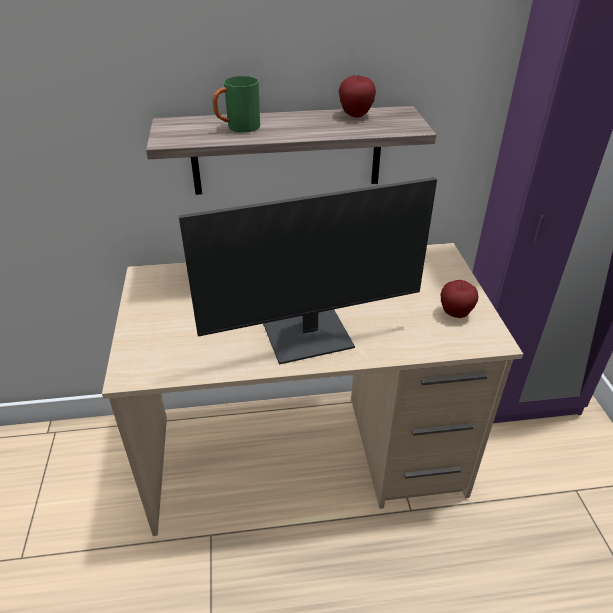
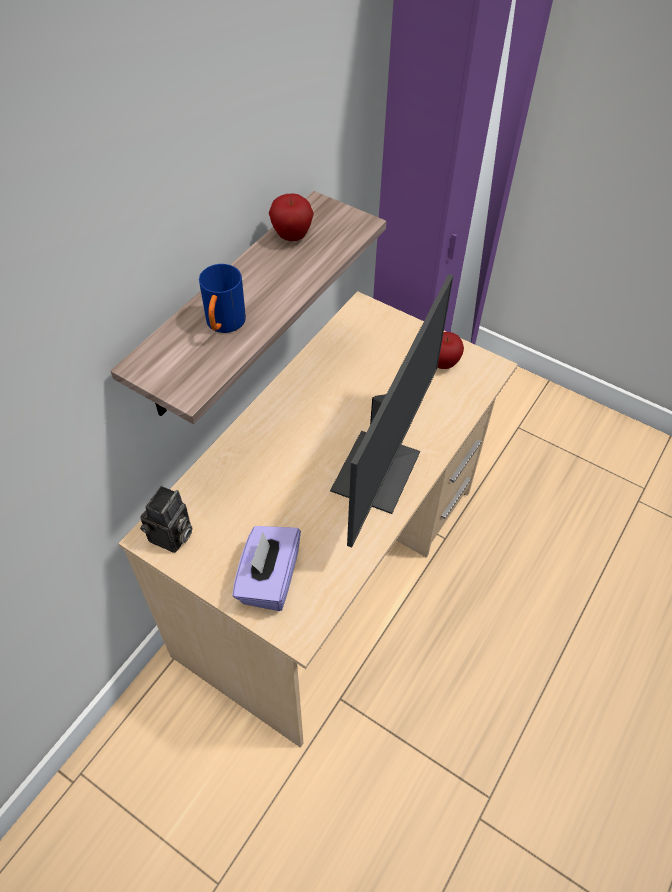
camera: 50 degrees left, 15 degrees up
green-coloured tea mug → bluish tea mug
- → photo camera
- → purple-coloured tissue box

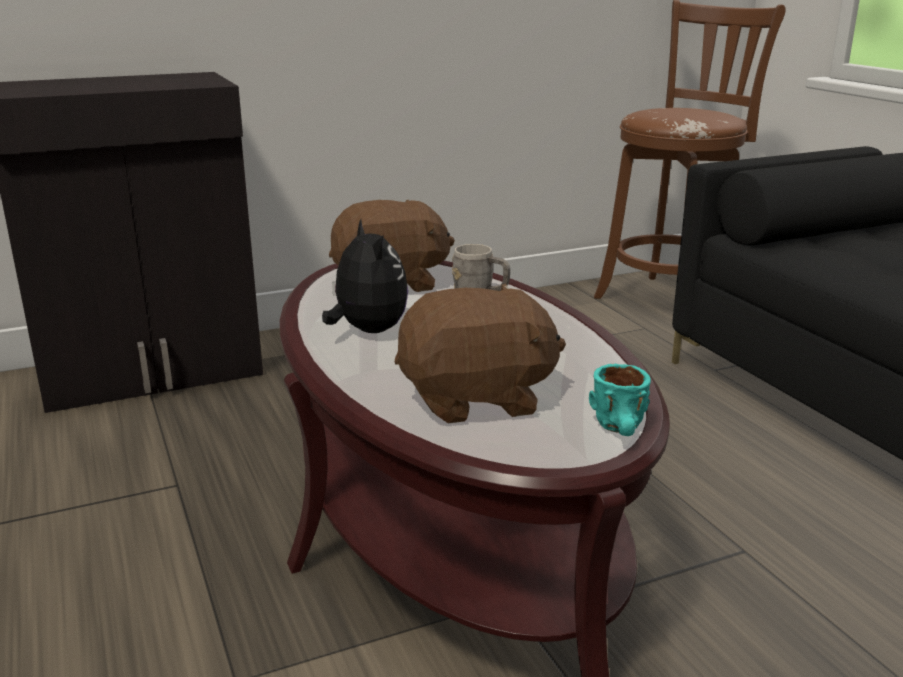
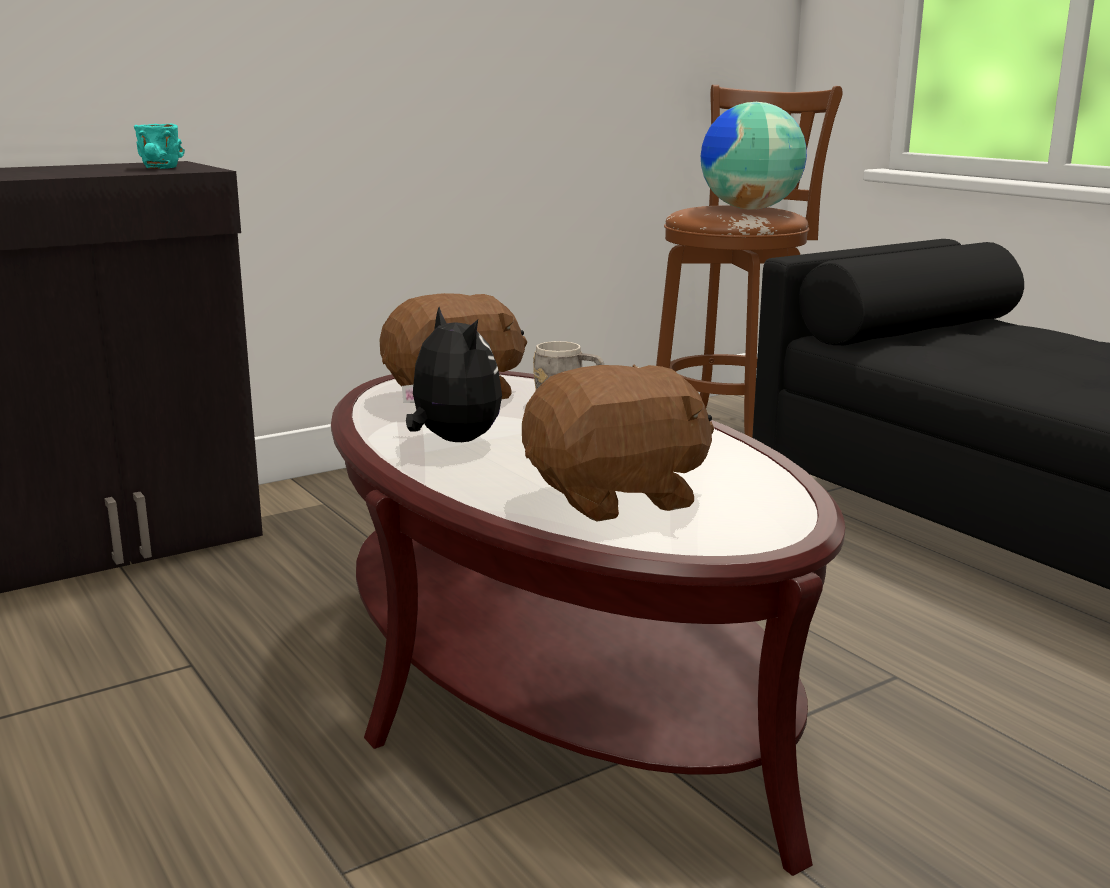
camera: 10 degrees left, 5 degrees down
turquoise-coloured tea mug, relocated
- → world globe

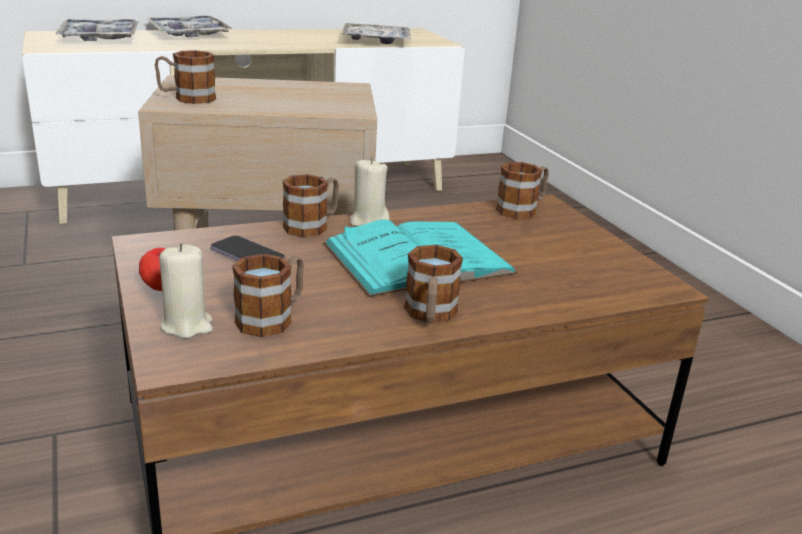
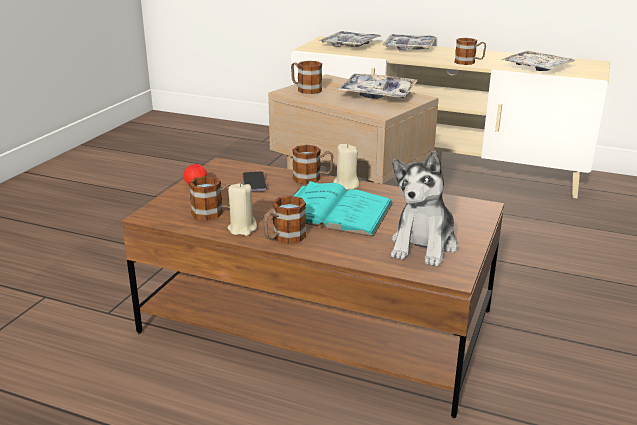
camera: 45 degrees right, 0 degrees up
sand-coloured wax light (no. 1 from left), relocated
tea mug (no. 5 from left), relocated
- → serving tray (no. 2 from left)
- → cuddly toy

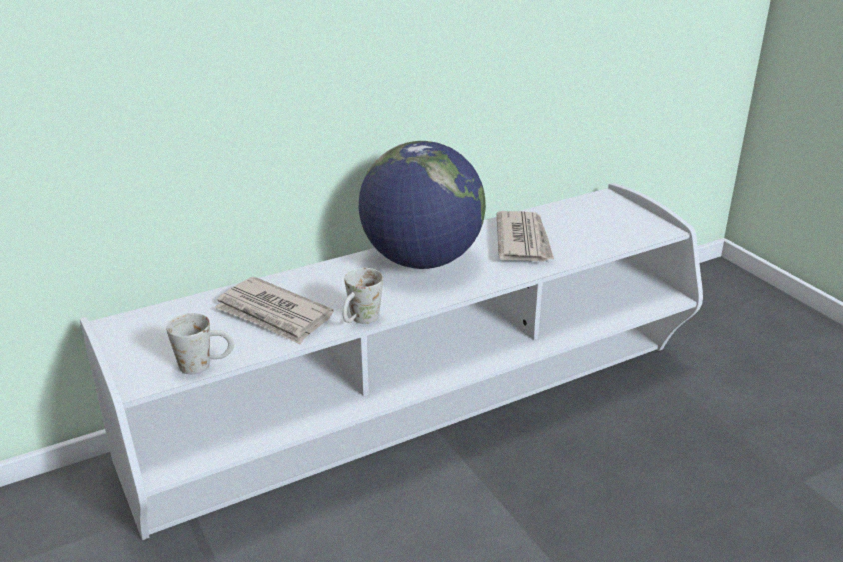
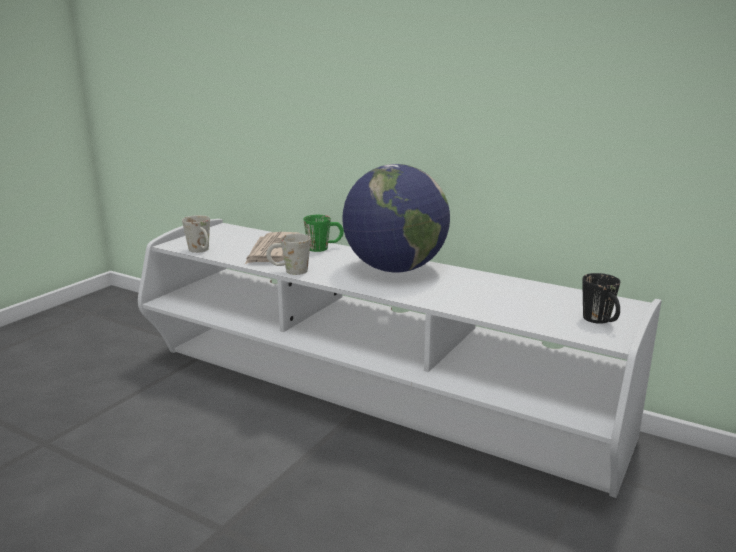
camera: 60 degrees right, 10 degrees down
printed paper (no. 2 from left) → -
- → green-coloured tea mug
- → black-coloured tea mug

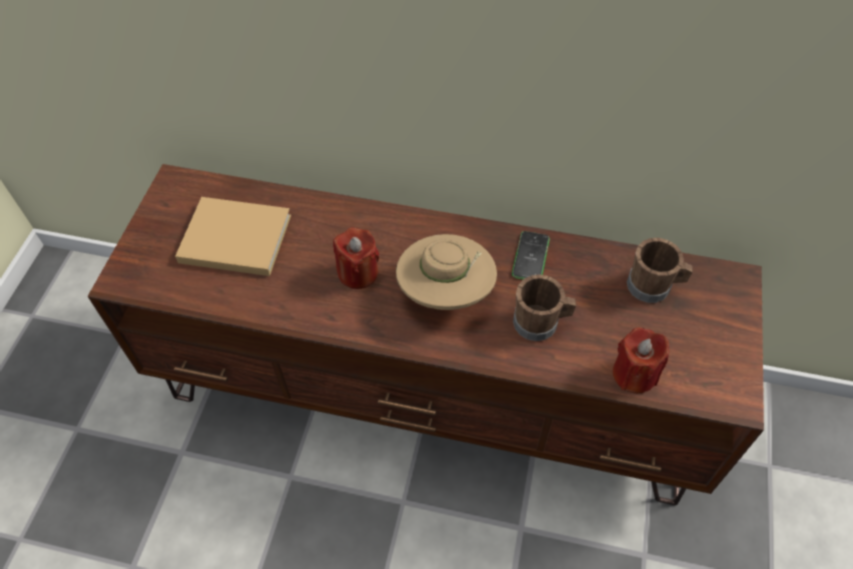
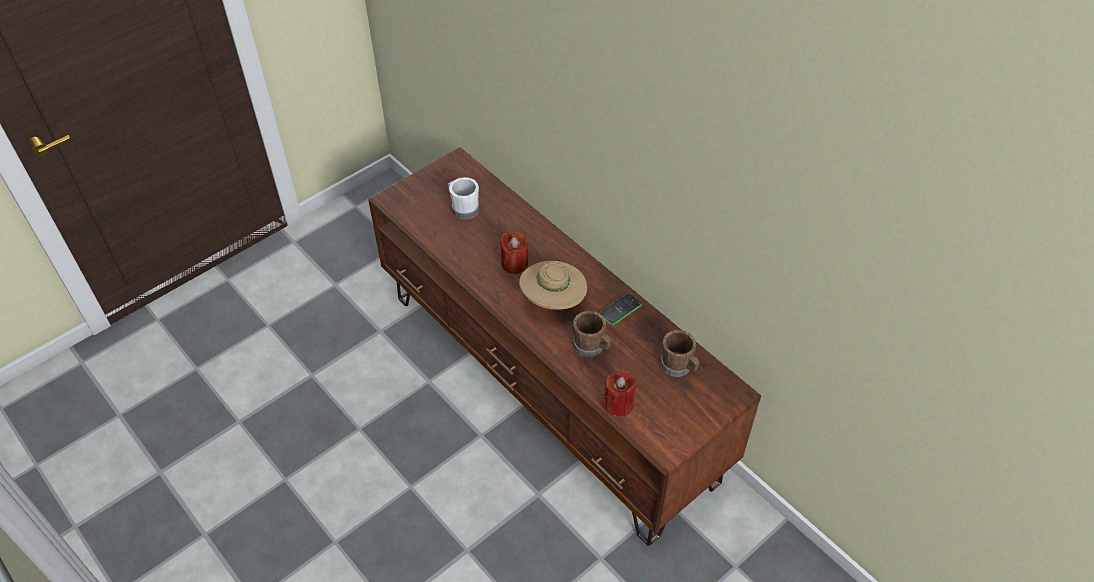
camera: 35 degrees right, 5 degrees down
sand-coloured book → white tea mug

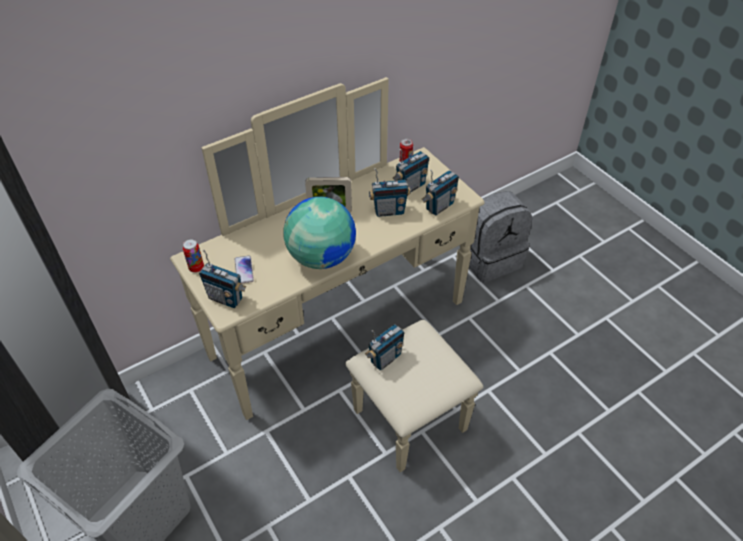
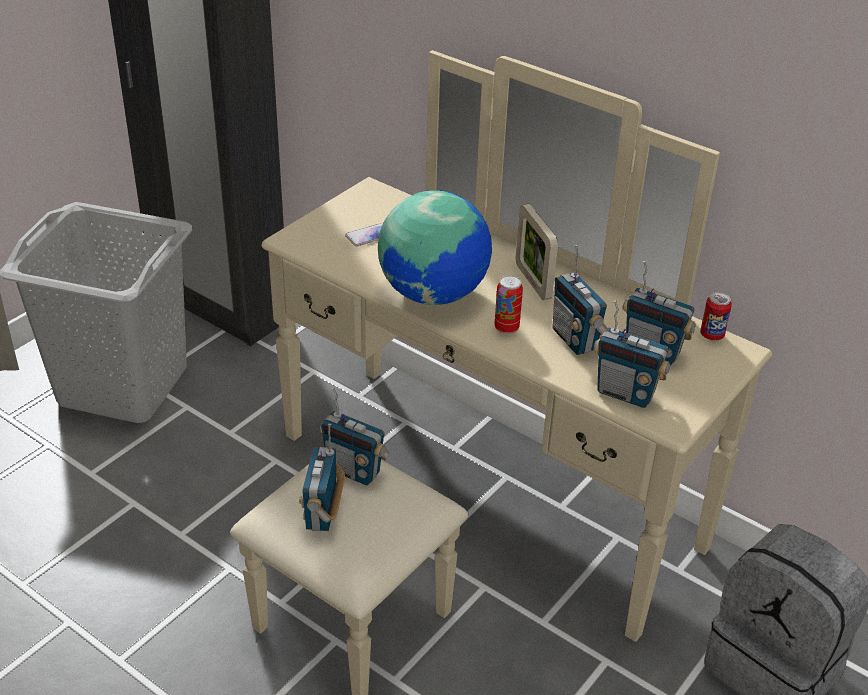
camera: 70 degrees right, 10 degrees down
can (no. 1 from left), relocated
radio receiver (no. 1 from left), relocated

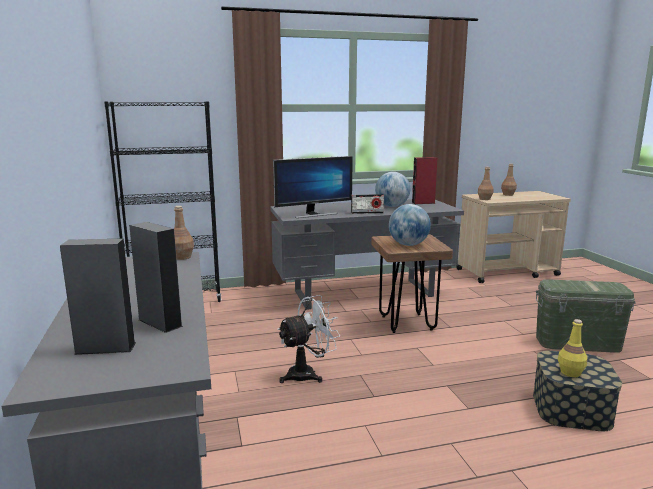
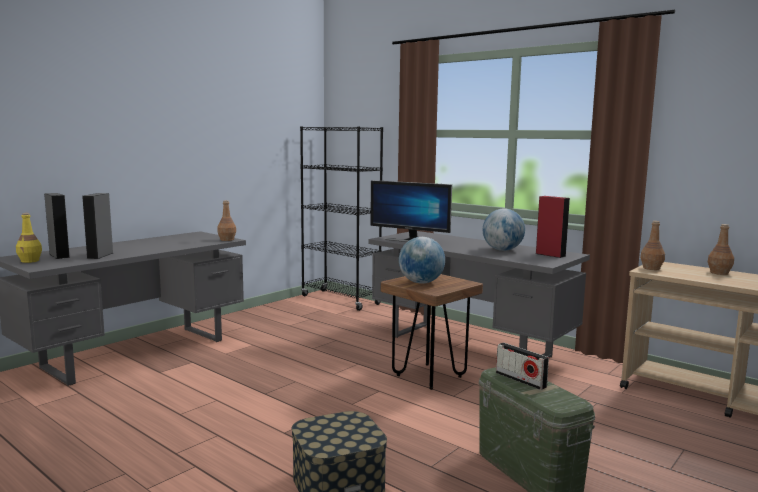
camera: 55 degrees right, 5 degrees down
white electric fan → -
radio receiver, relocated
yellow-coloured beverage bottle, relocated

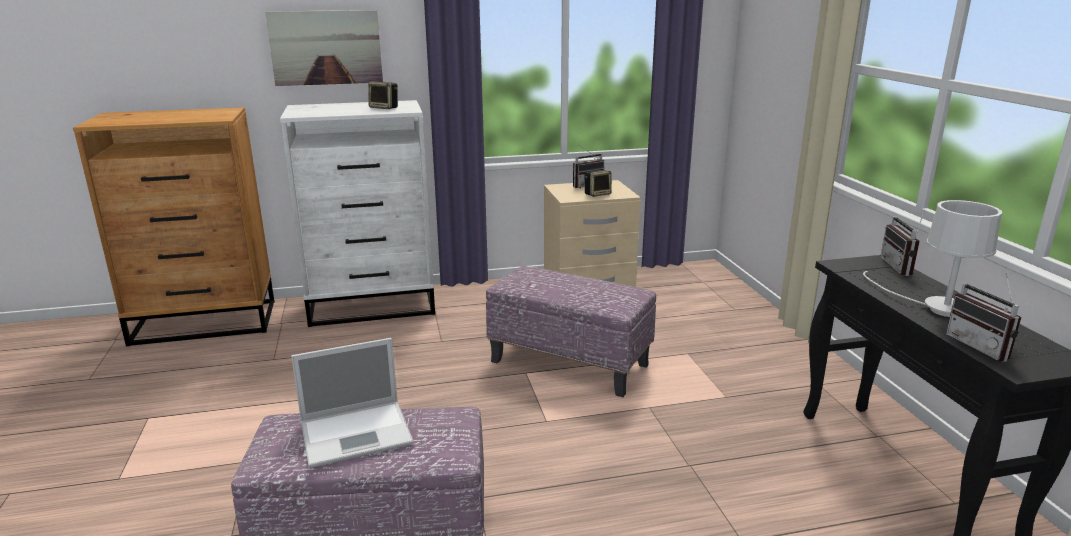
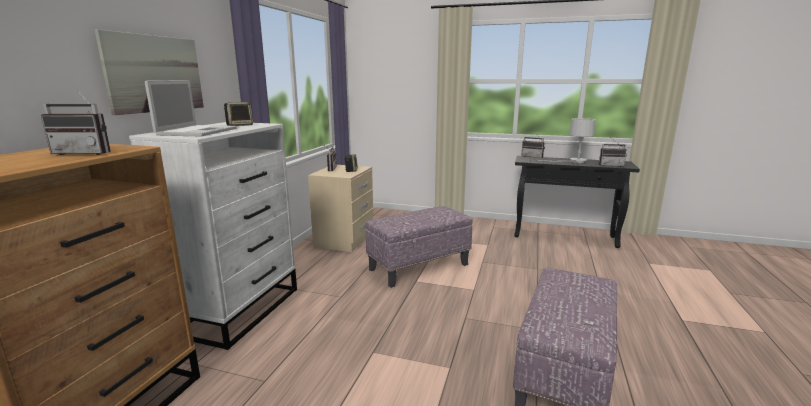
camera: 60 degrees left, 5 degrees down
portable computer, relocated
- → radio receiver (no. 1 from left)

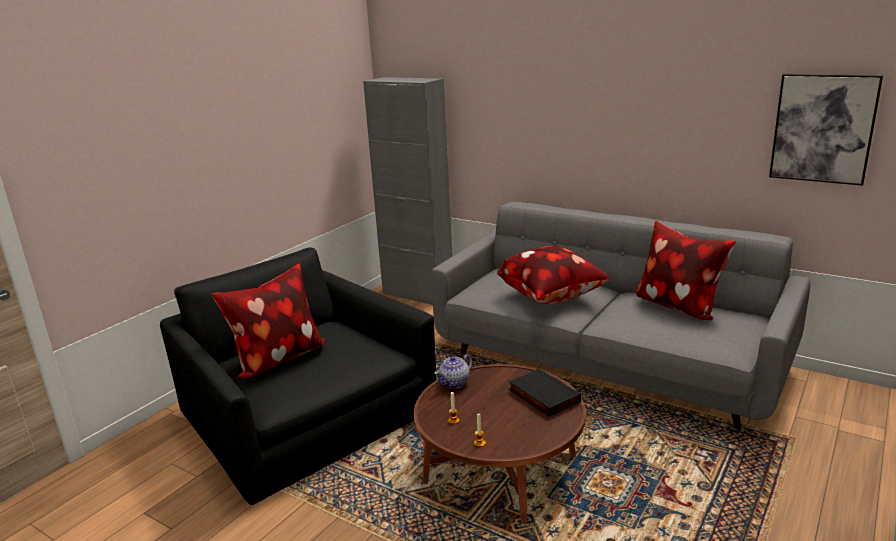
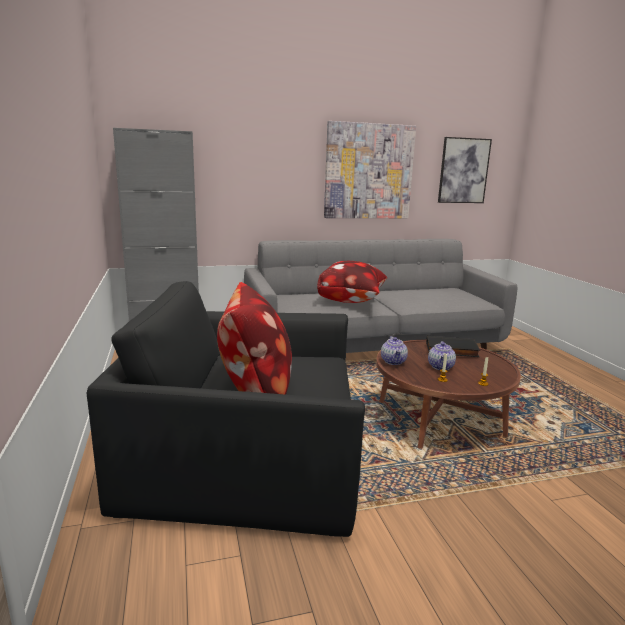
camera: 50 degrees left, 5 degrees down
pillow (no. 3 from left) → -
- → wall art (no. 1 from left)
- → tea pot (no. 2 from left)

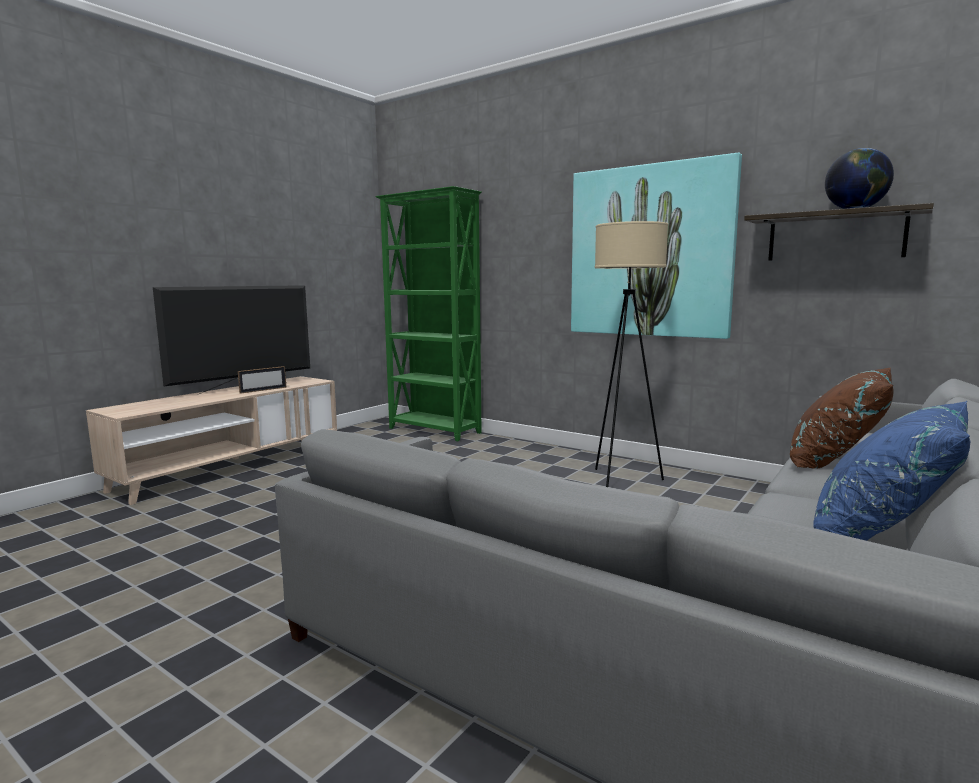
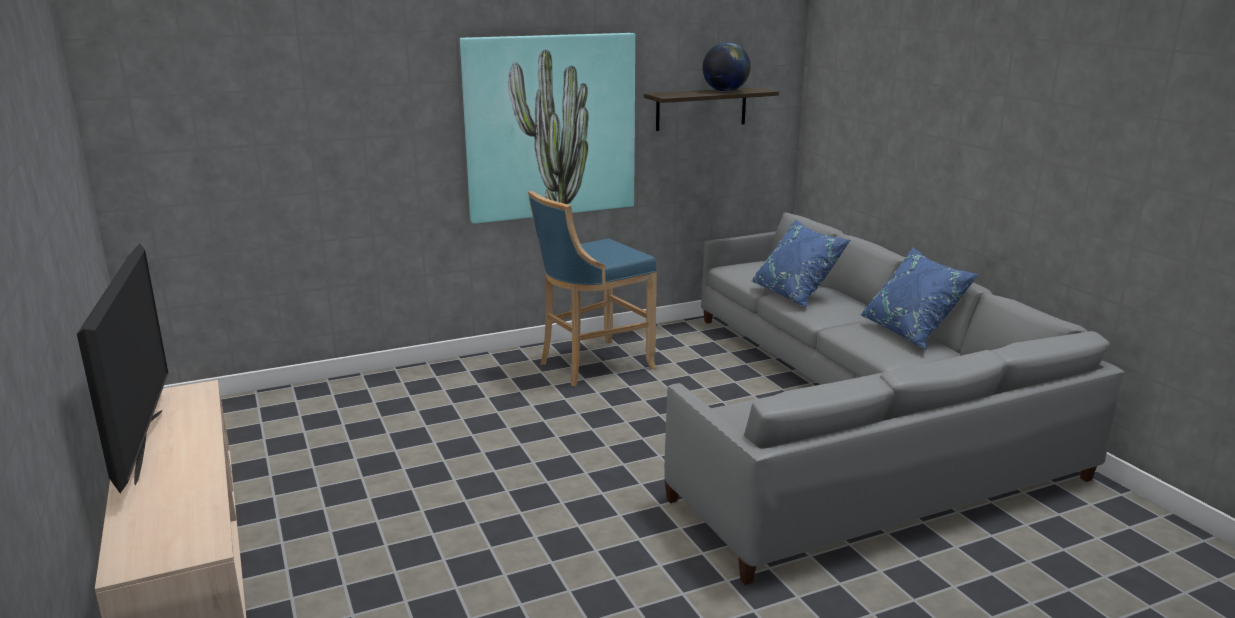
camera: 60 degrees left, 10 degrees up
photo frame → -
green-coloured bookshelf → -
sand-coloured standard lamp → bluish stool seat
brownish pillow → bluish pillow (no. 1 from left)

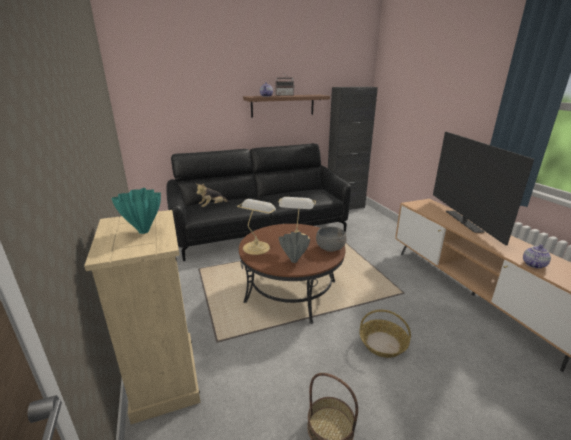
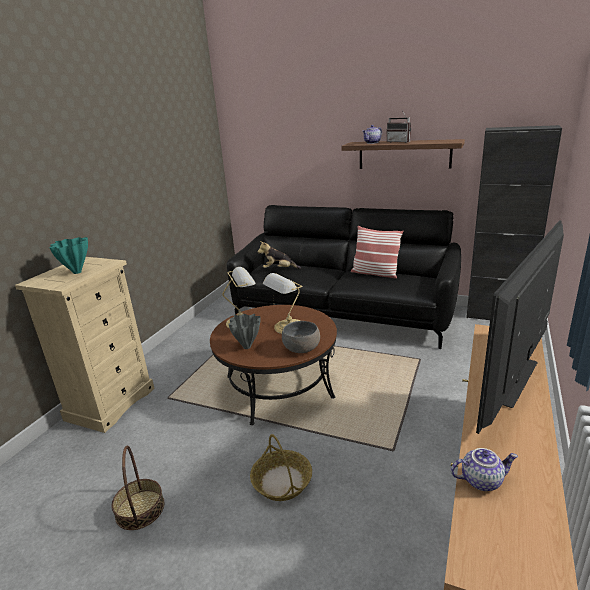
camera: 45 degrees right, 0 degrees up
- → pillow

